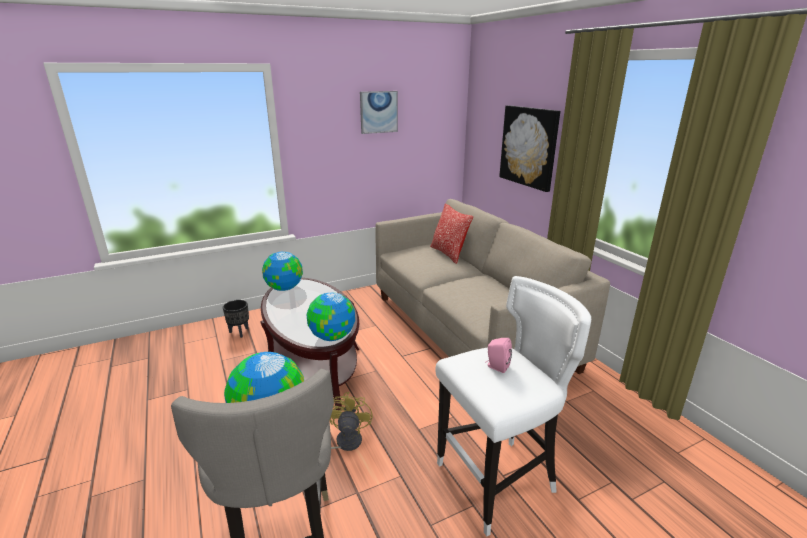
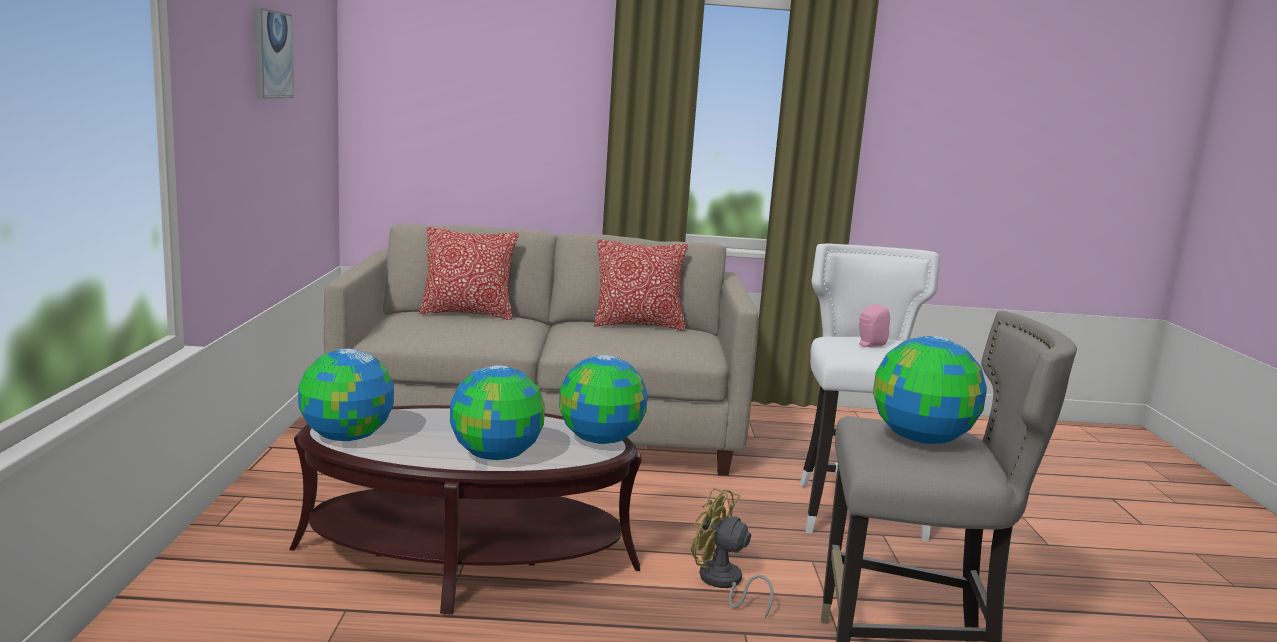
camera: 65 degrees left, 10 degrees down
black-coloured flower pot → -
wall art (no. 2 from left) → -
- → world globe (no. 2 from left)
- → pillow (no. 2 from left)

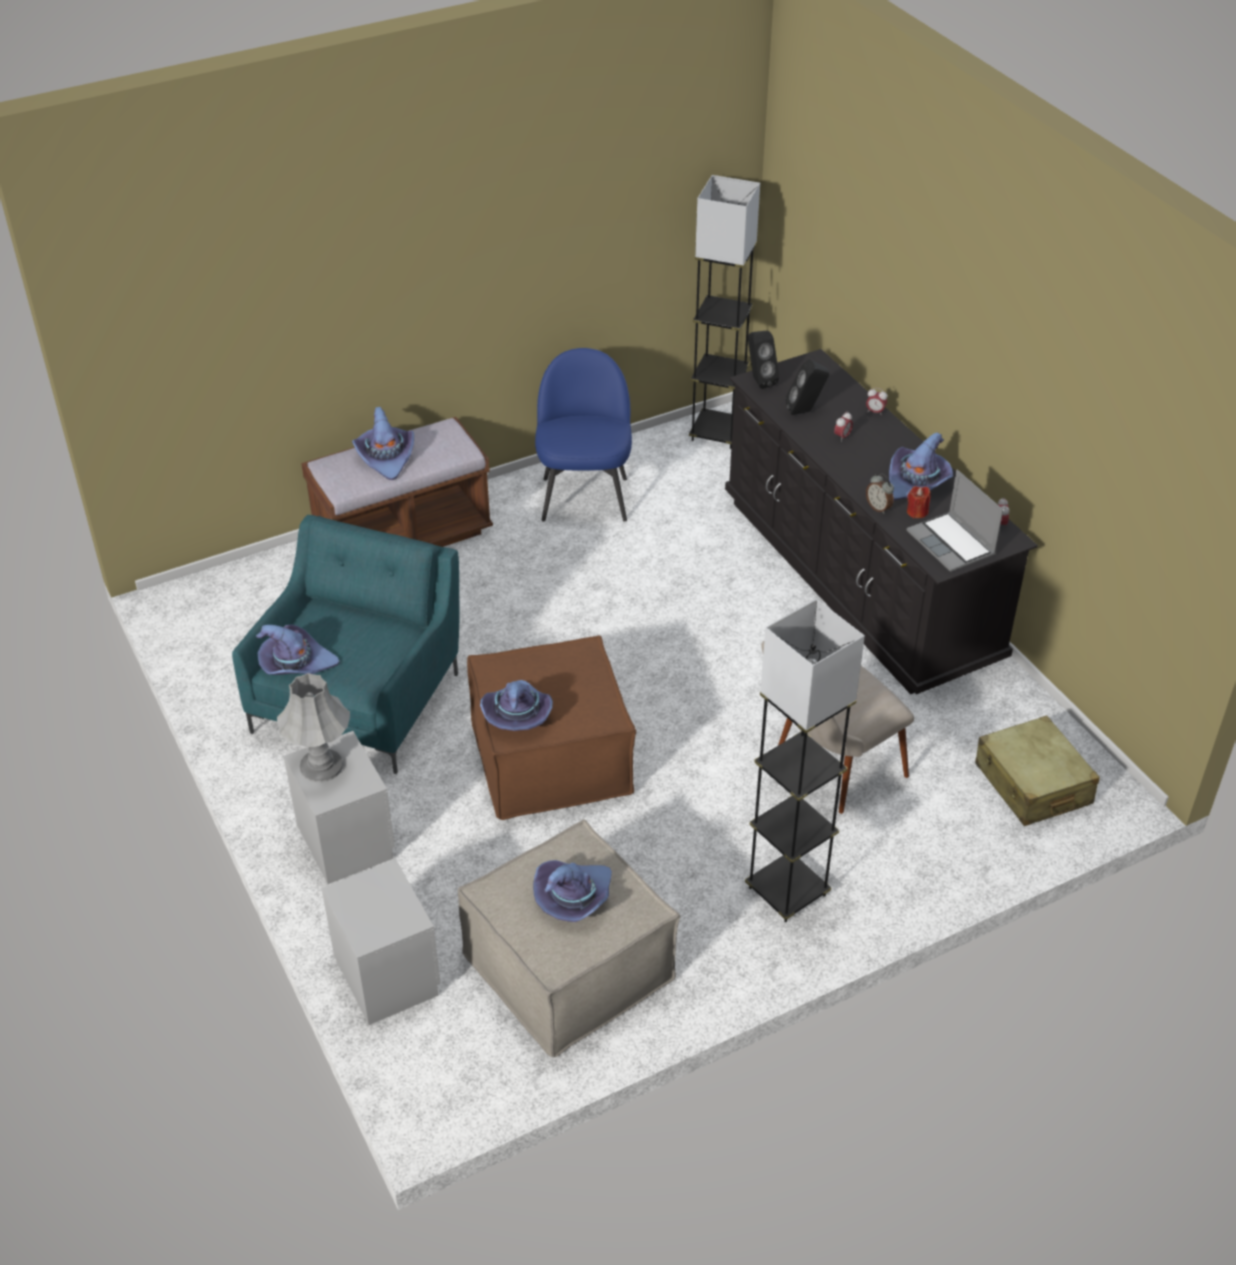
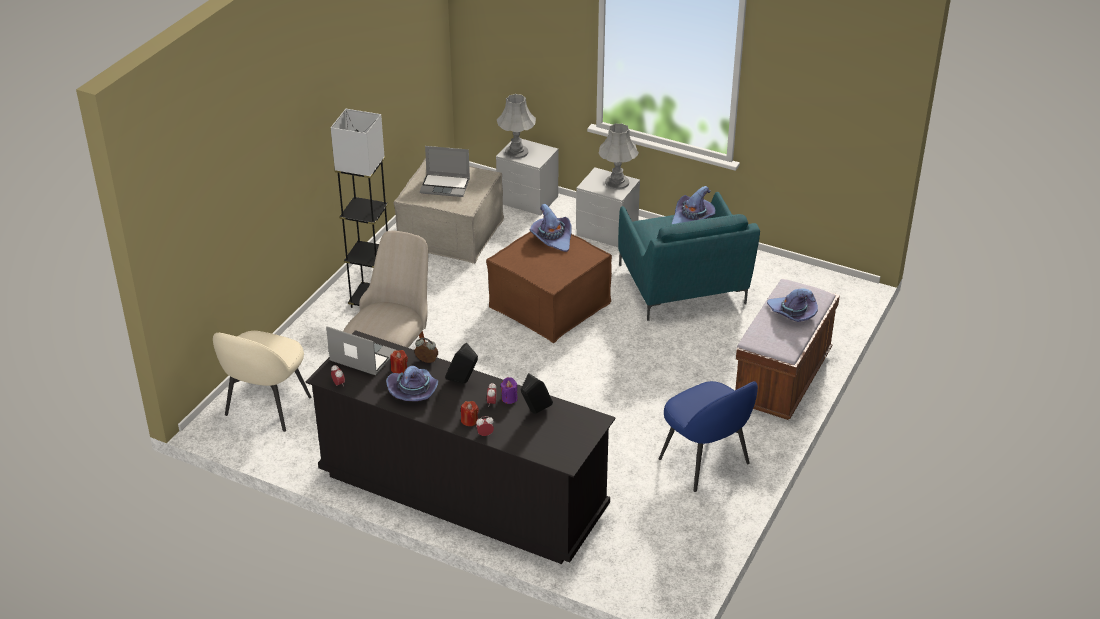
camera: 145 degrees right, 5 degrees down
purple-coloured clothing hat (no. 4 from left) → portable computer (no. 2 from left)
gray standard lamp (no. 1 from left) → -
black-coloured speaker (no. 1 from left), relocated
sand-coloured piece of luggage → sand-coloured upright chair (no. 1 from left)
- → red wax light (no. 2 from left)
- → gray lamp for a table (no. 1 from left)
- → purple-coloured wax light

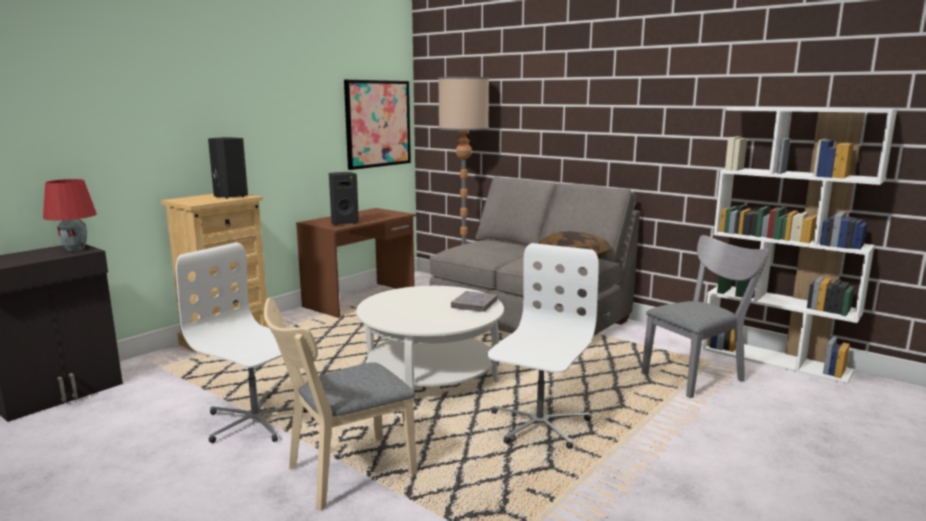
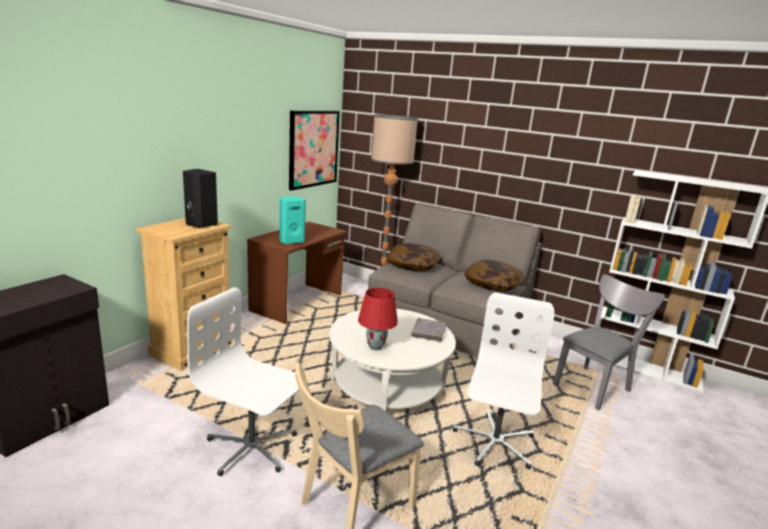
camera: 10 degrees left, 5 degrees up
red lamp for a table, relocated
black-coloured speaker (no. 2 from left) → turquoise-coloured speaker
- → pillow (no. 1 from left)

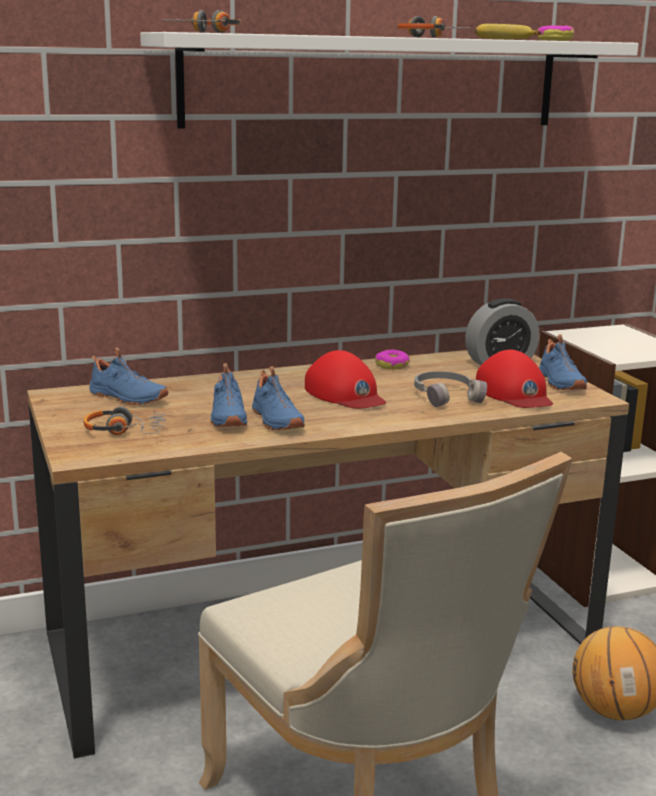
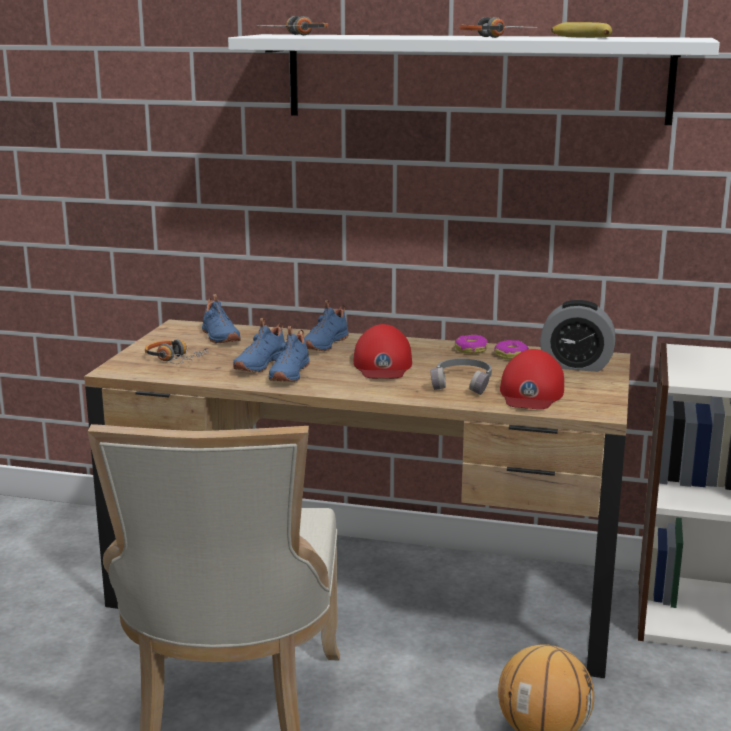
camera: 35 degrees right, 0 degrees up
ring doughnut (no. 2 from left), relocated
bluish shoe (no. 4 from left), relocated

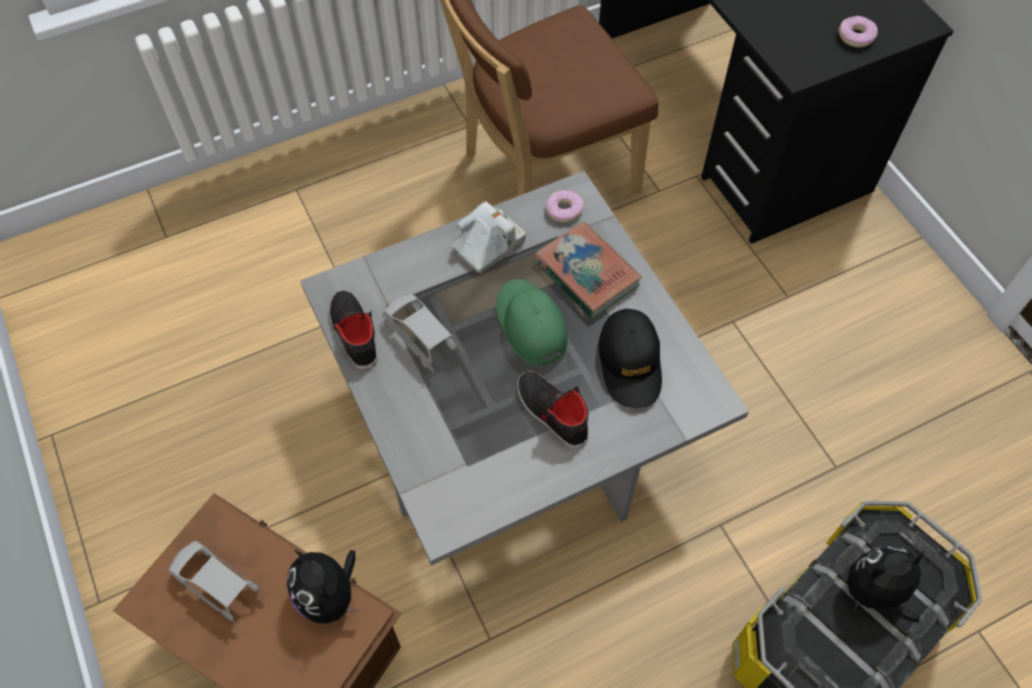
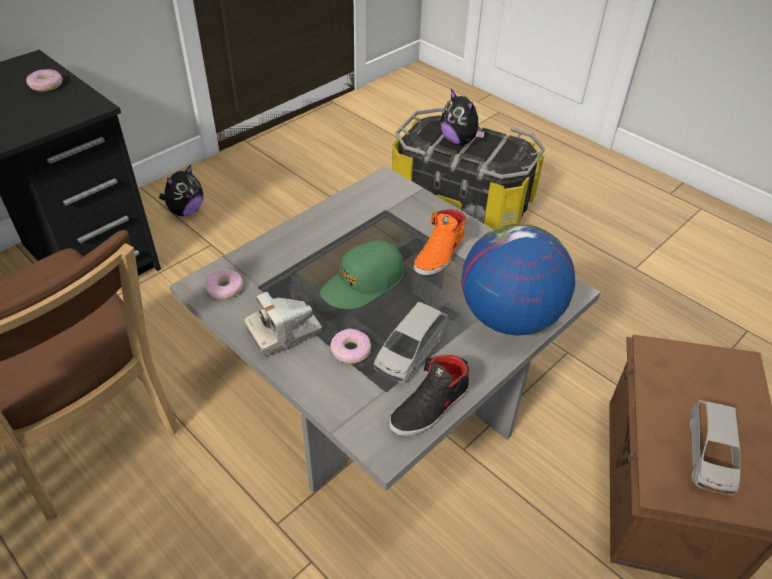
camera: 110 degrees left, 15 degrees down
cuddly toy (no. 1 from left), relocated
photo camera, 60 degrees counterclockwise
black-coloured shoe (no. 2 from left) → orange shoe
book → -
black-coloured cap → -
- → ring doughnut (no. 3 from left)
- → world globe

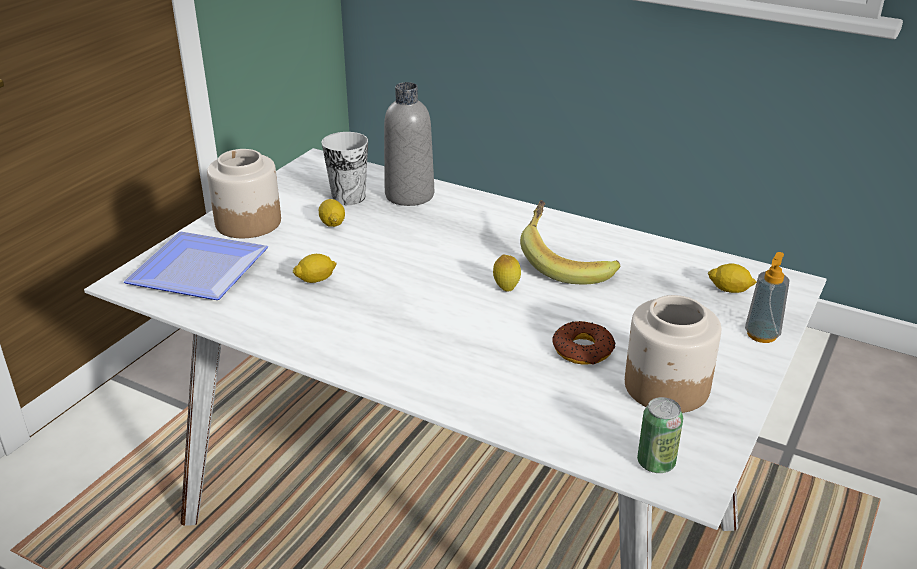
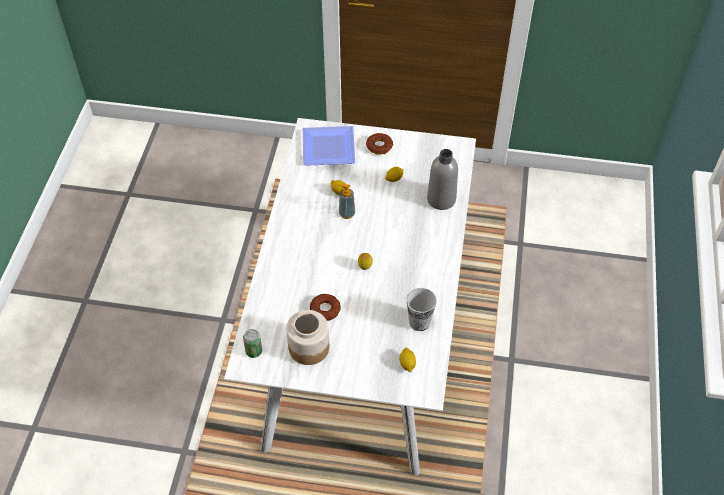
camera: 70 degrees right, 20 degrees up
preserve jar (no. 1 from left) → ring doughnut (no. 2 from left)
small cup, relocated
banana fruit → -
liquid soap bottle, relocated

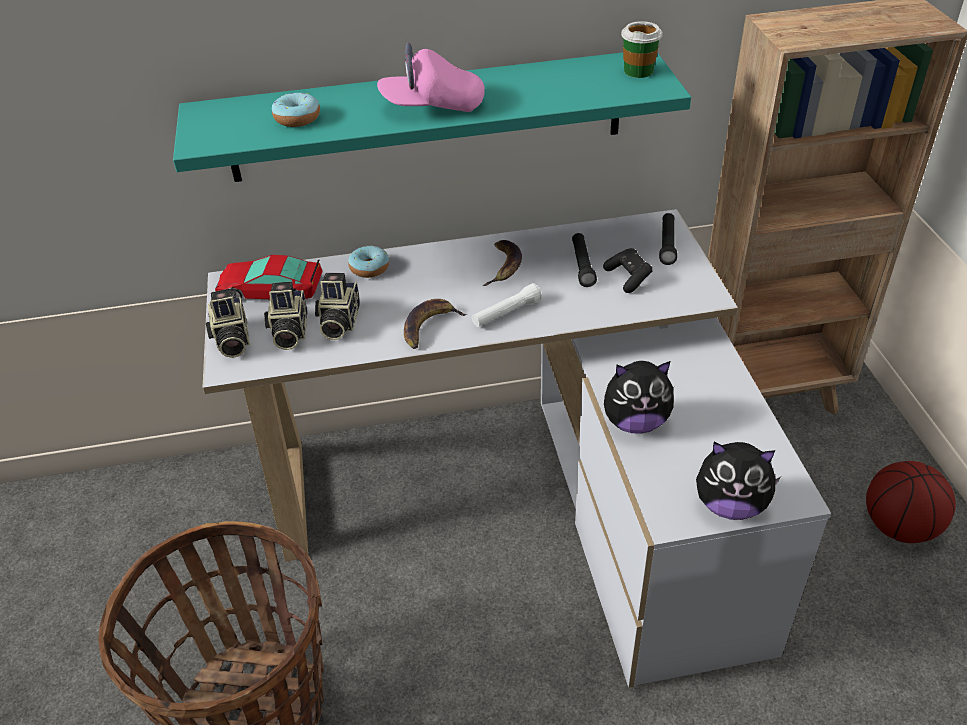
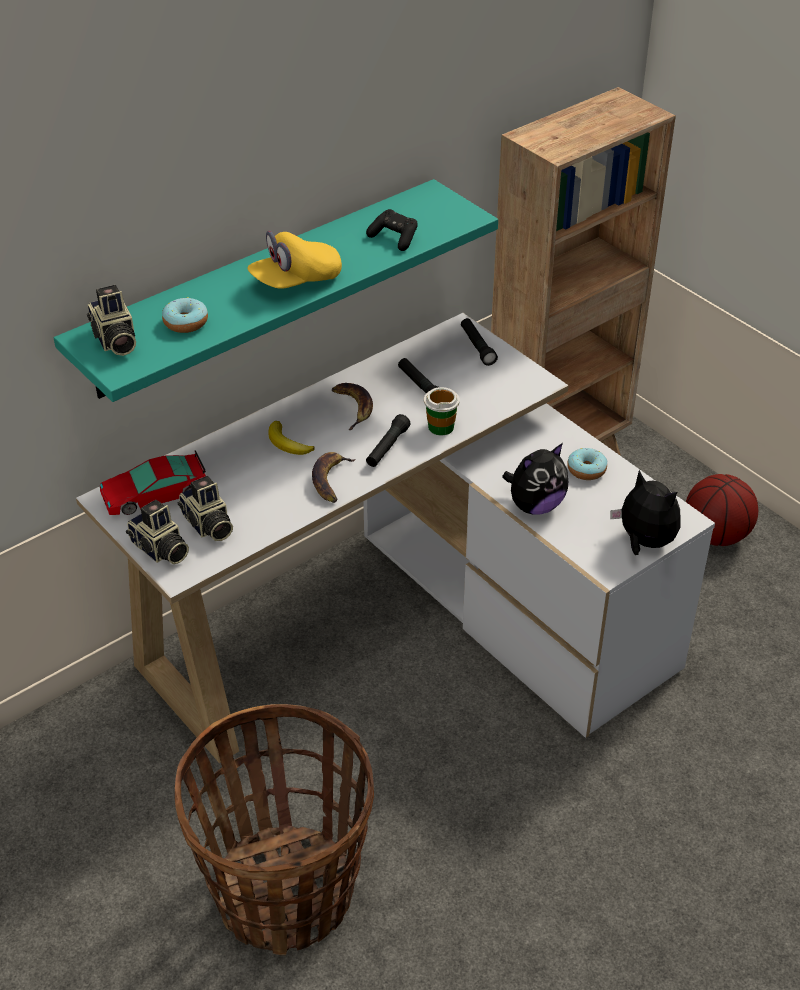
camera: 30 degrees left, 0 degrees up
photo camera (no. 3 from left in the first image) → photo camera (no. 1 from left), relocated
ring doughnut (no. 2 from left), relocated
pinkish cap → yellow-coloured cap
white hand torch → black-coloured hand torch (no. 1 from left)
black-coloured joypad, relocated
small cup, relocated
cuddly toy (no. 2 from left), 120 degrees counterclockwise
- → banana fruit (no. 1 from left)

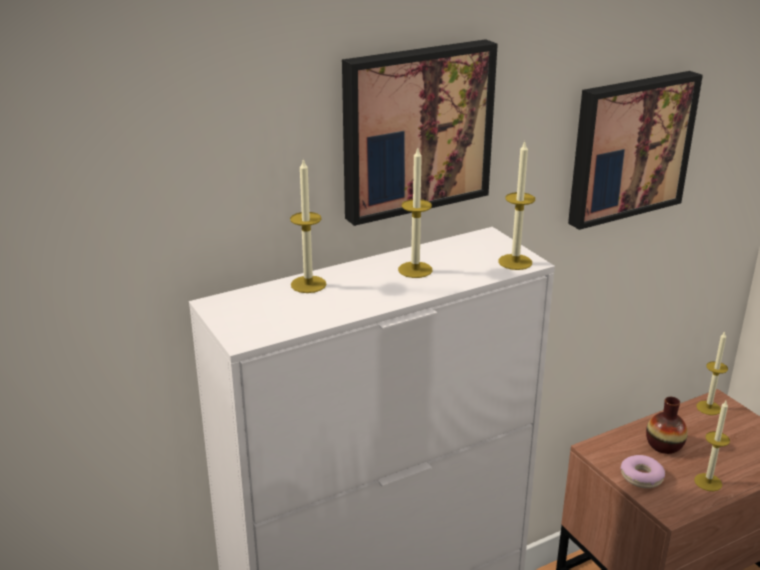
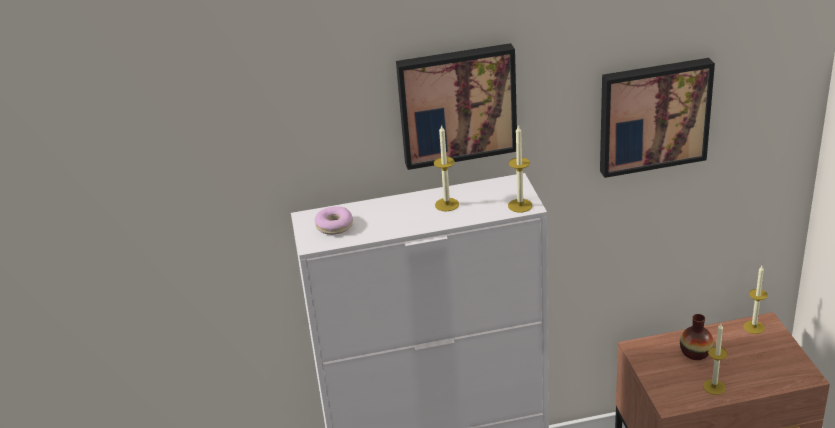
camera: 20 degrees right, 5 degrees up
wax light (no. 1 from left) → -
ring doughnut, relocated

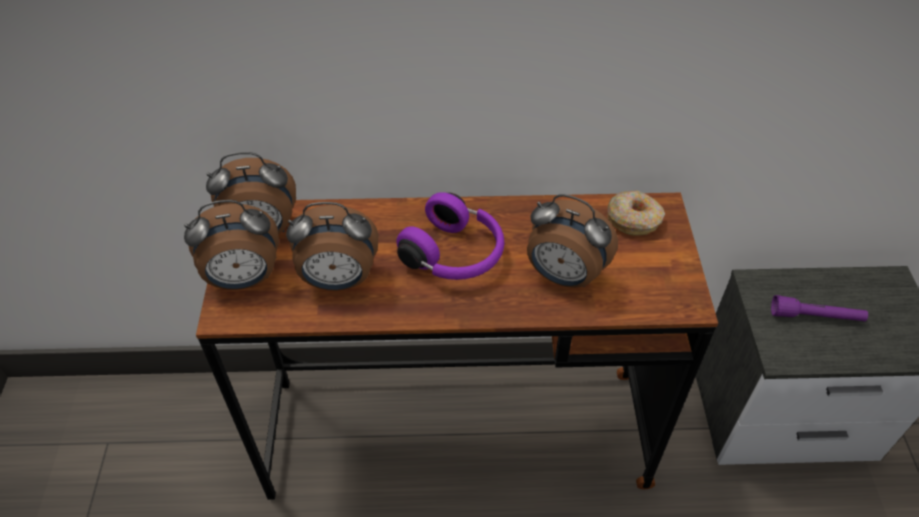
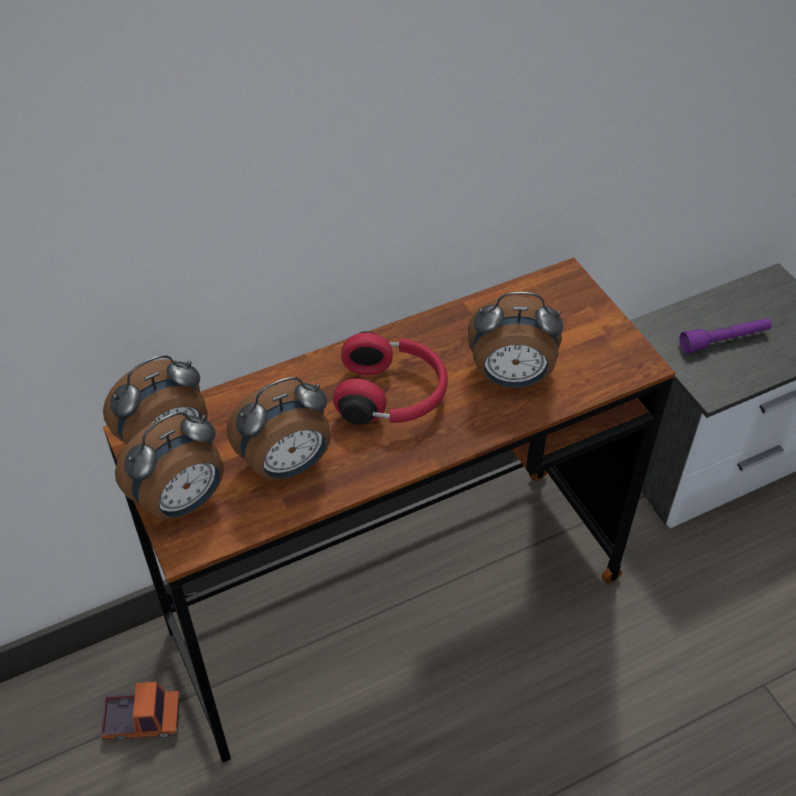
camera: 25 degrees left, 0 degrees up
purple-coloured headset → red headset
ring doughnut → -
- → model truck

